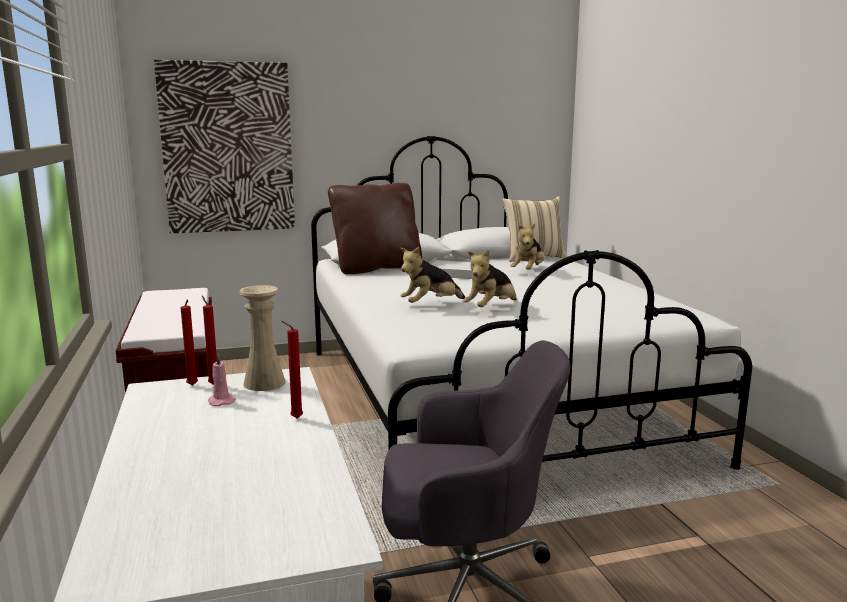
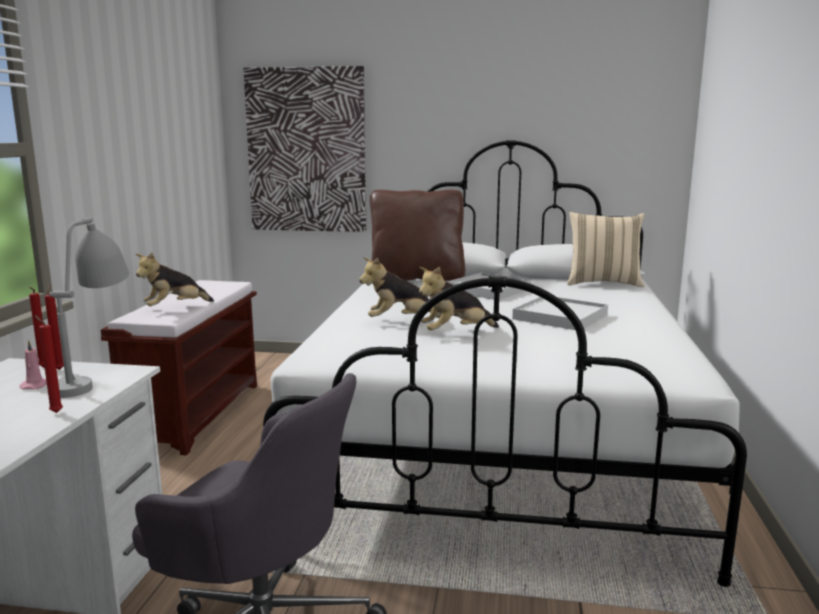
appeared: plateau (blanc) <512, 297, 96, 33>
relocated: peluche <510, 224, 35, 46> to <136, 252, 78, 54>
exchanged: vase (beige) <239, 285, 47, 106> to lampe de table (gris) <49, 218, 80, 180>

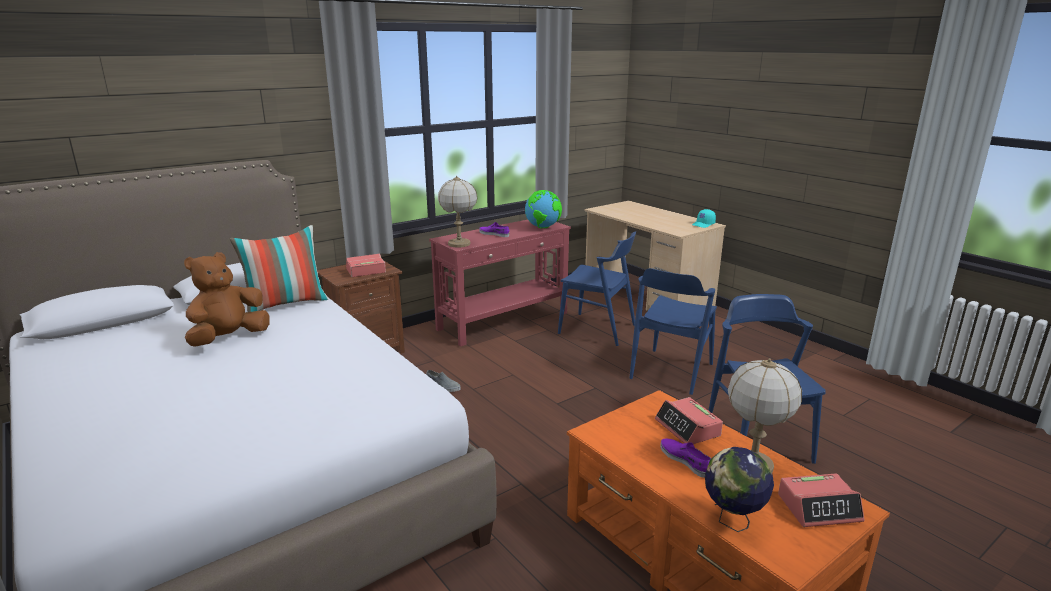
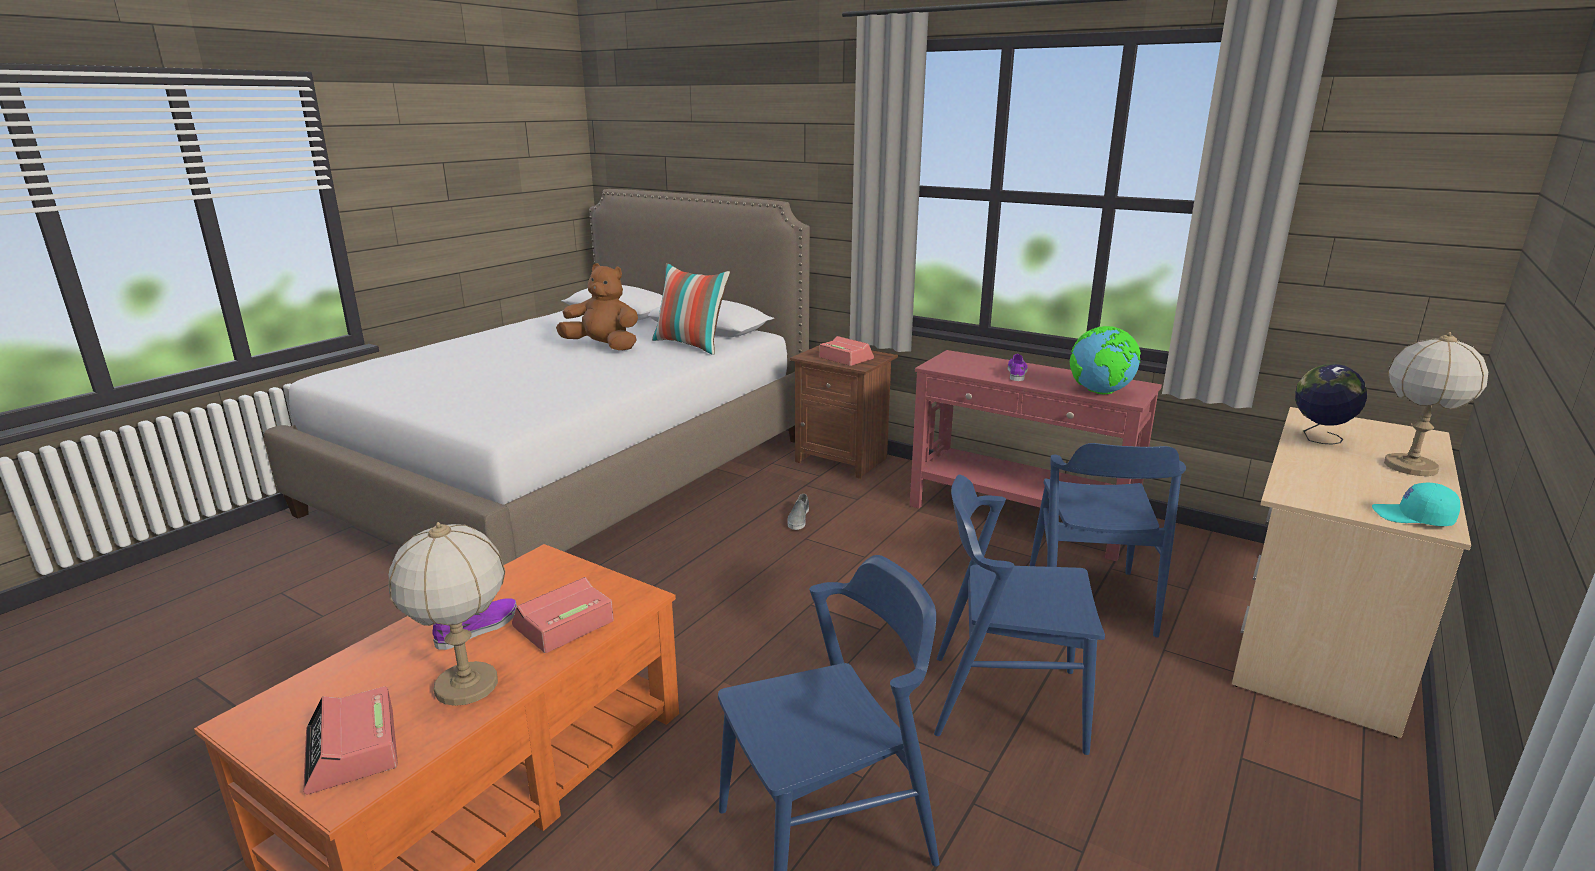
relocated: lampe de table <438, 176, 39, 72> to <1384, 332, 104, 144>; globe <705, 447, 69, 85> to <1295, 364, 72, 81>

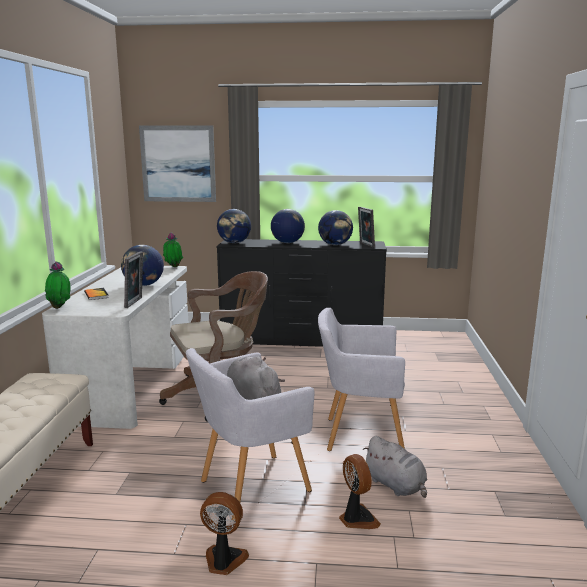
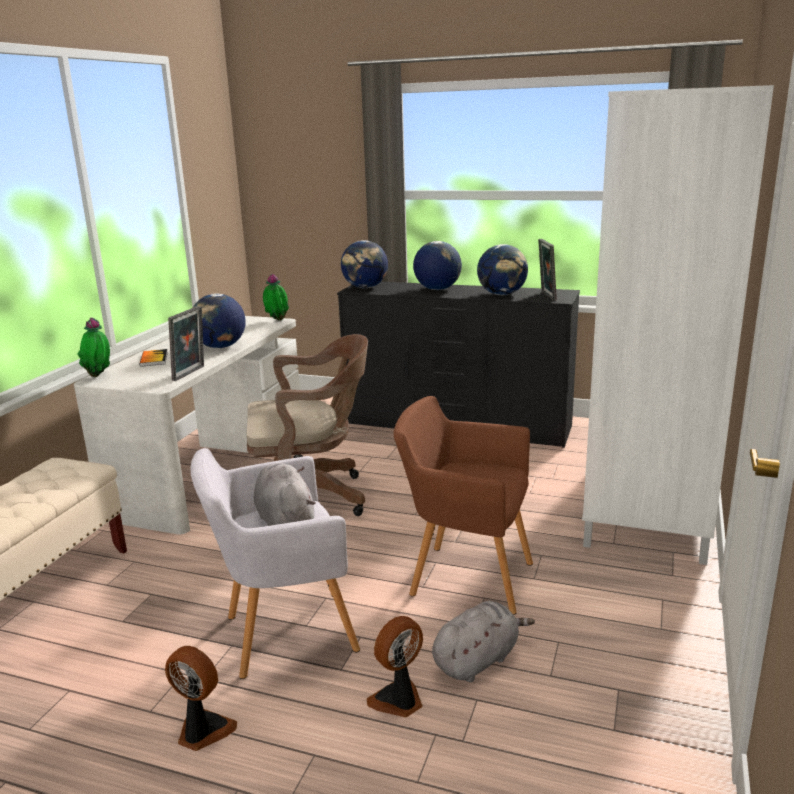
missing: tableau <139, 125, 77, 77>
appeared: armoire (blanc) <582, 85, 192, 480>
colour: fauteuil (gris) <318, 308, 87, 143> to fauteuil (marron) <393, 396, 140, 219>
spun: ventilateur <339, 454, 42, 75> = <366, 616, 57, 101> 120 degrees counterclockwise; peluche (gris) <362, 436, 65, 62> = <432, 601, 103, 81> 105 degrees counterclockwise

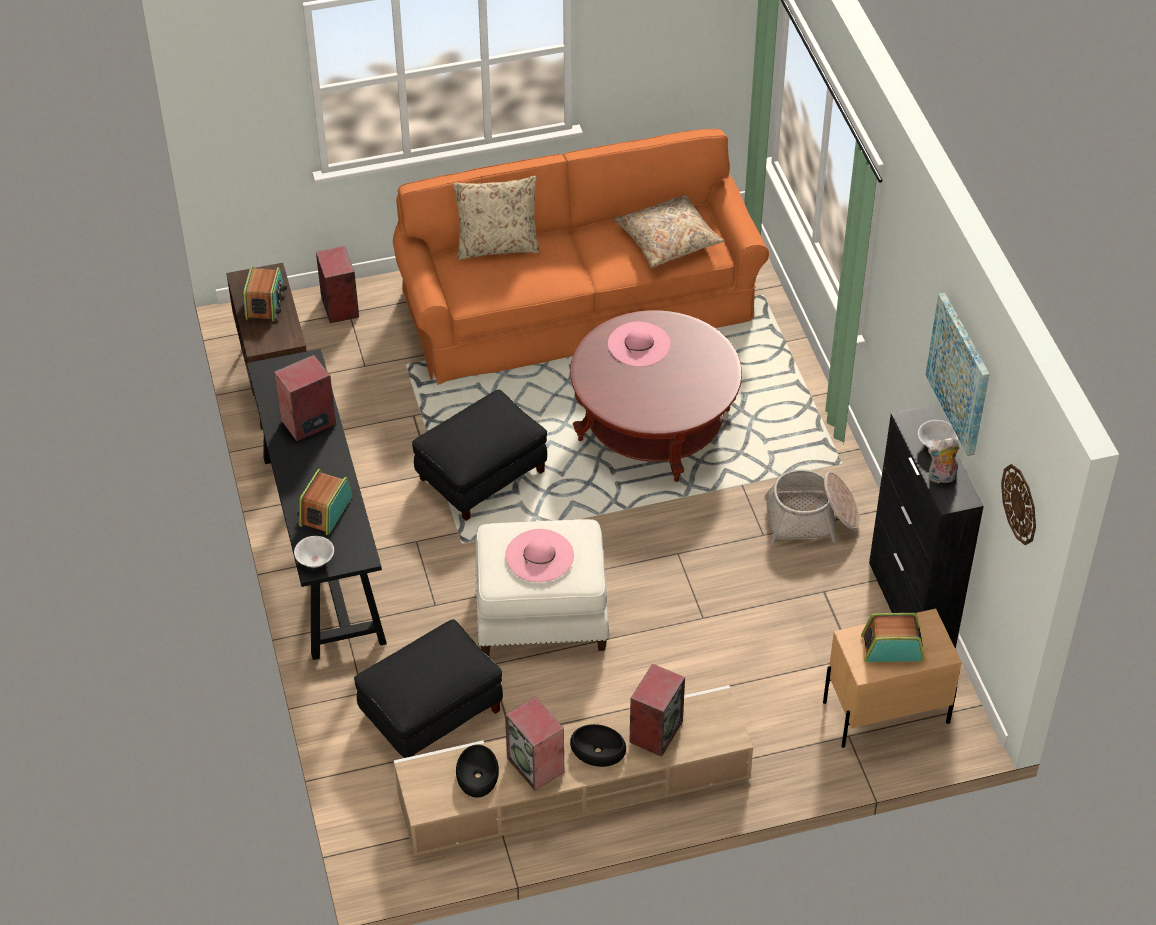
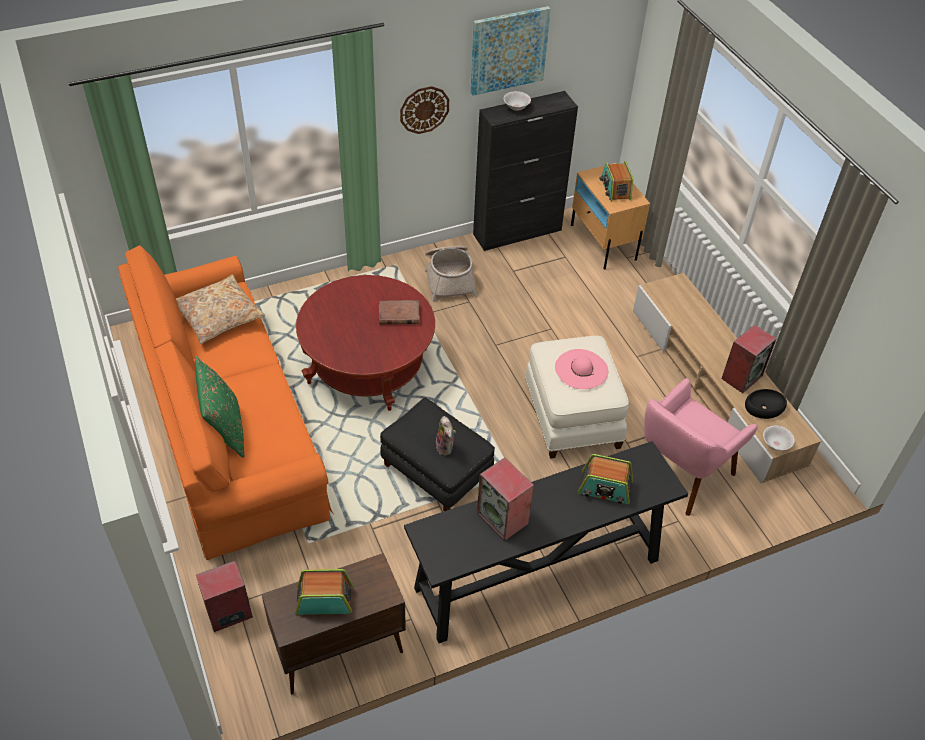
missing: bol (noir) <570, 724, 56, 43>; chapeau (rose) <608, 322, 63, 45>; enceinte <629, 663, 56, 94>
appeared: livre (marron) <379, 300, 41, 25>
relocated: bol (blanc) <294, 536, 40, 32> to <763, 426, 32, 25>; peluche <928, 438, 32, 46> to <436, 416, 20, 39>; horloge murale <1001, 464, 35, 81> to <400, 86, 49, 48>
exchanged: pouf (noir) <354, 619, 149, 139> to fauteuil (rose) <644, 378, 114, 138>
colour: coussin (beige) <453, 176, 87, 84> to coussin (vert) <195, 356, 49, 102>

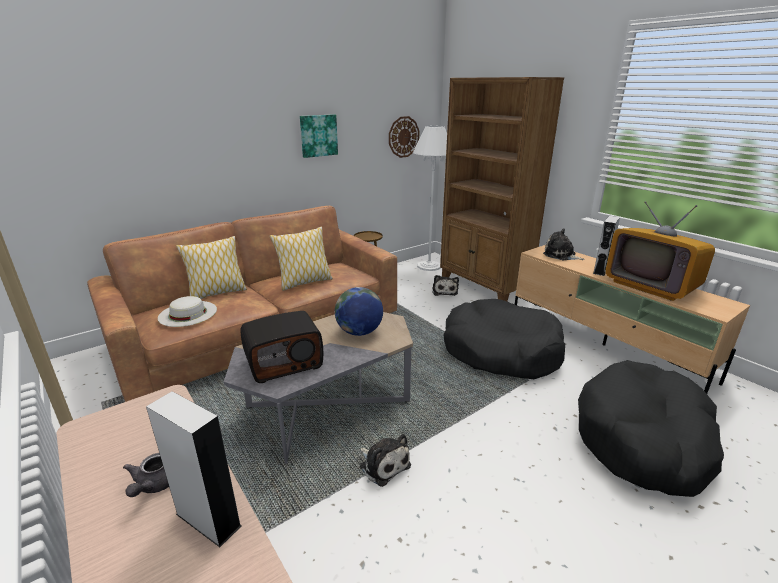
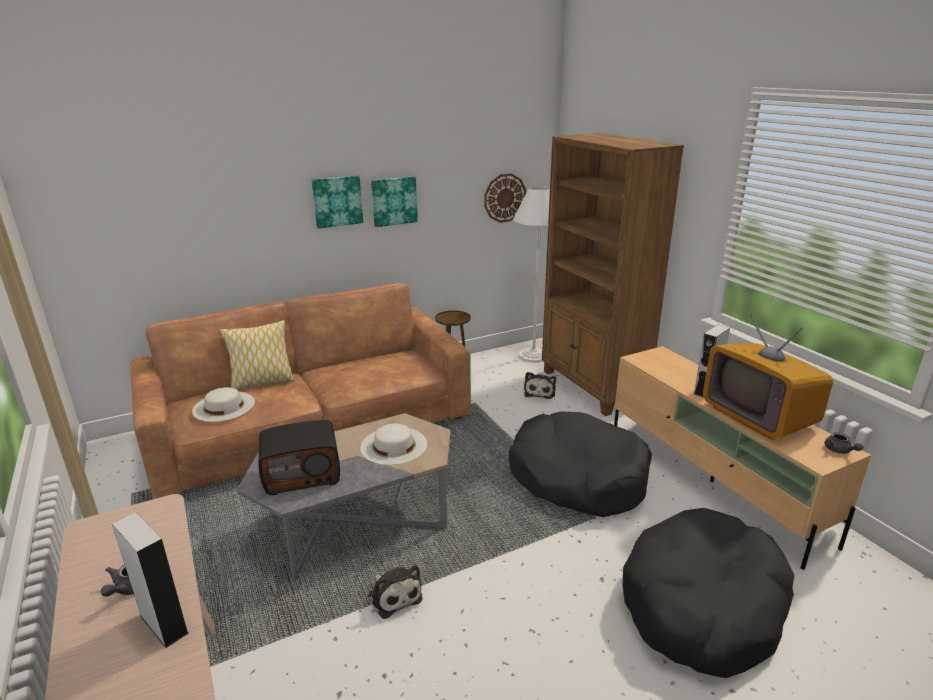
missing: coussin <270, 227, 63, 64>; peluche <543, 228, 42, 32>
appeared: tableau <311, 175, 52, 54>; théière (gris) <824, 432, 39, 22>
exchanged: globe <335, 287, 48, 49> to chapeau (blanc) <360, 423, 67, 42>

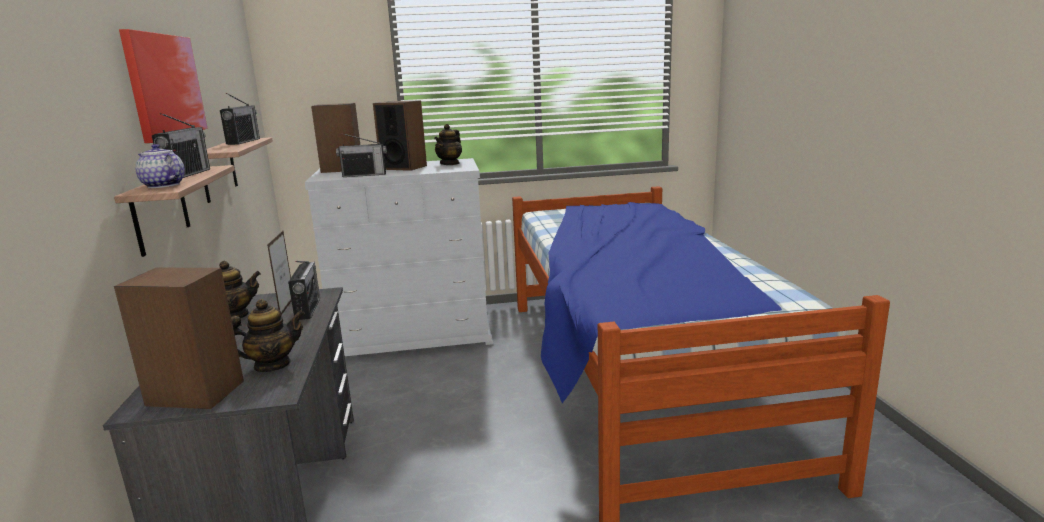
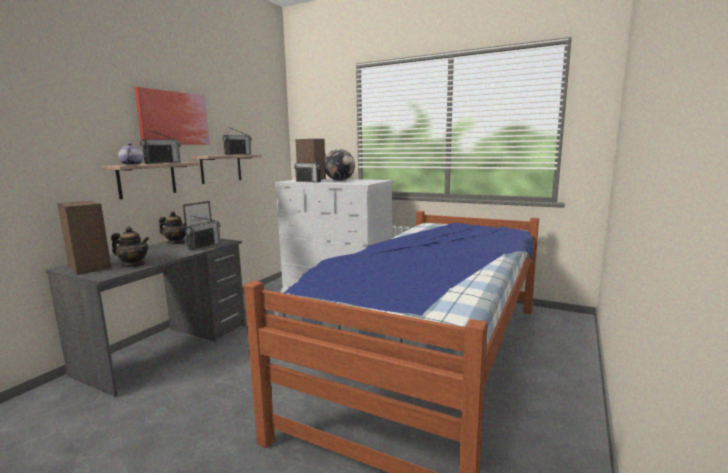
missing: théière <434, 124, 28, 41>
exchanged: enceinte <373, 100, 54, 71> to globe <324, 149, 31, 32>

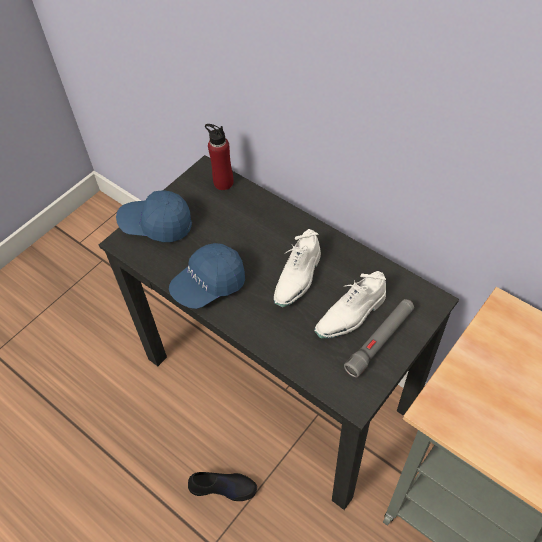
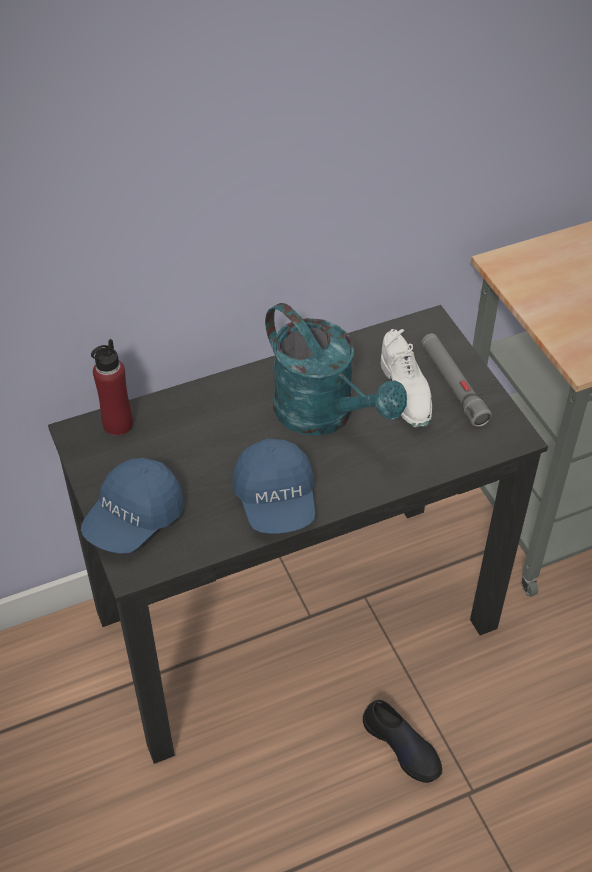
exchanged: chaussure (blanc) <274, 229, 47, 78> to arrosoir (turquoise) <265, 303, 142, 133>
spun: chaussure (noir) <188, 472, 69, 29> = <363, 700, 79, 83> 105 degrees clockwise

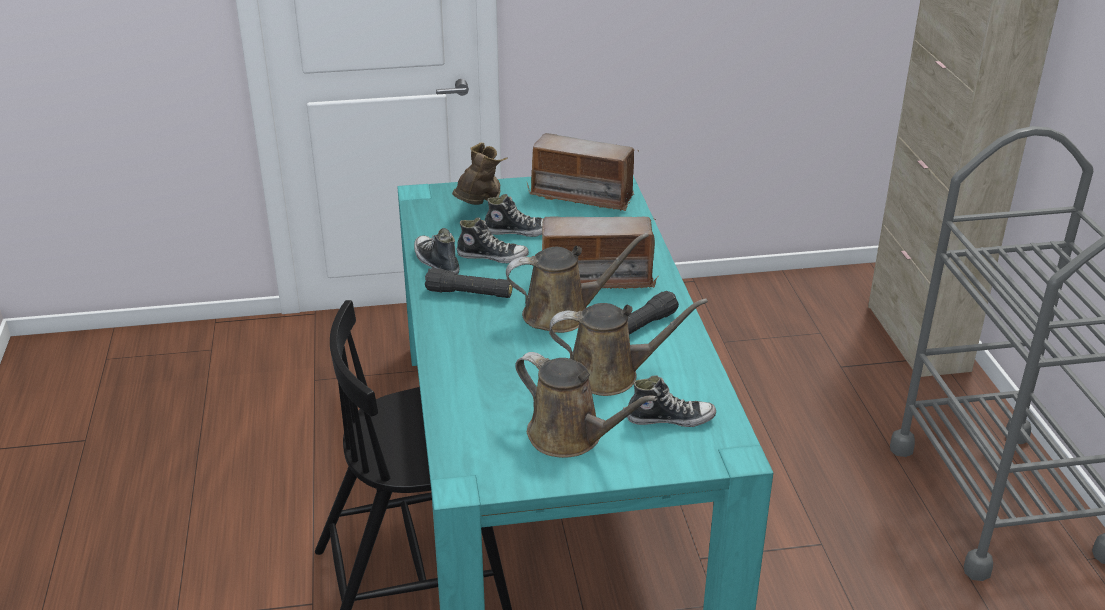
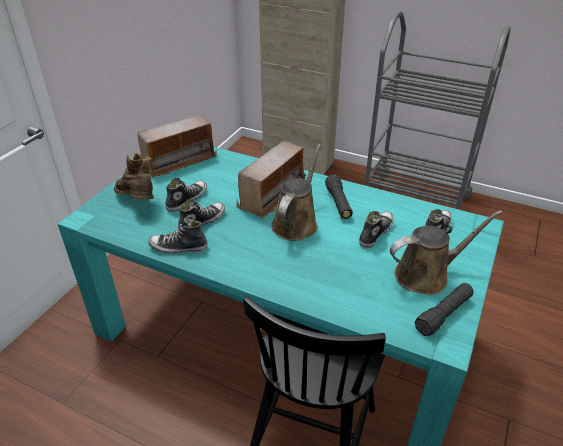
relocated: lampe de poche (noir) <425, 268, 88, 30> to <415, 283, 59, 53>
exchanged: arrosoir (marron) <549, 298, 159, 98> to chaussure <359, 211, 35, 37>

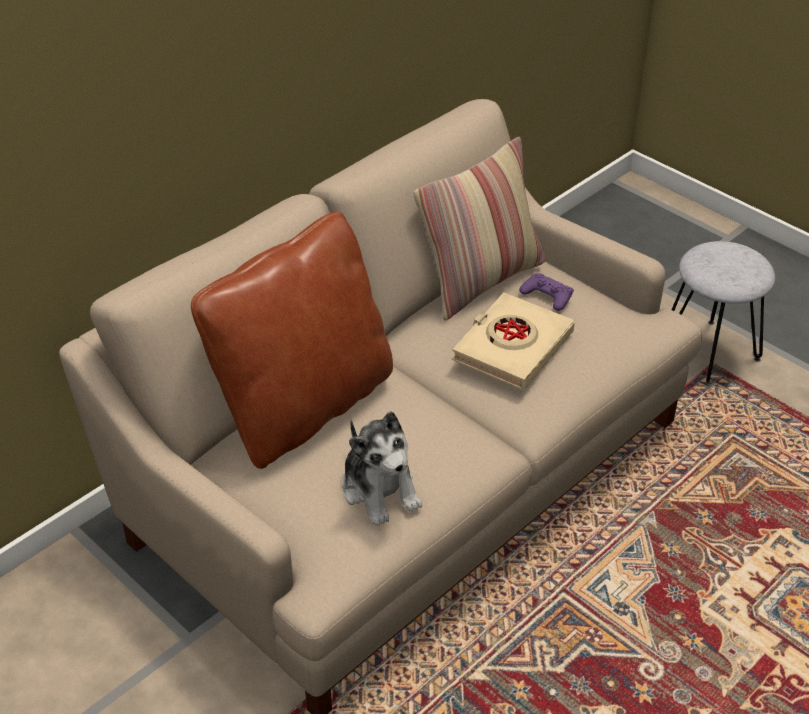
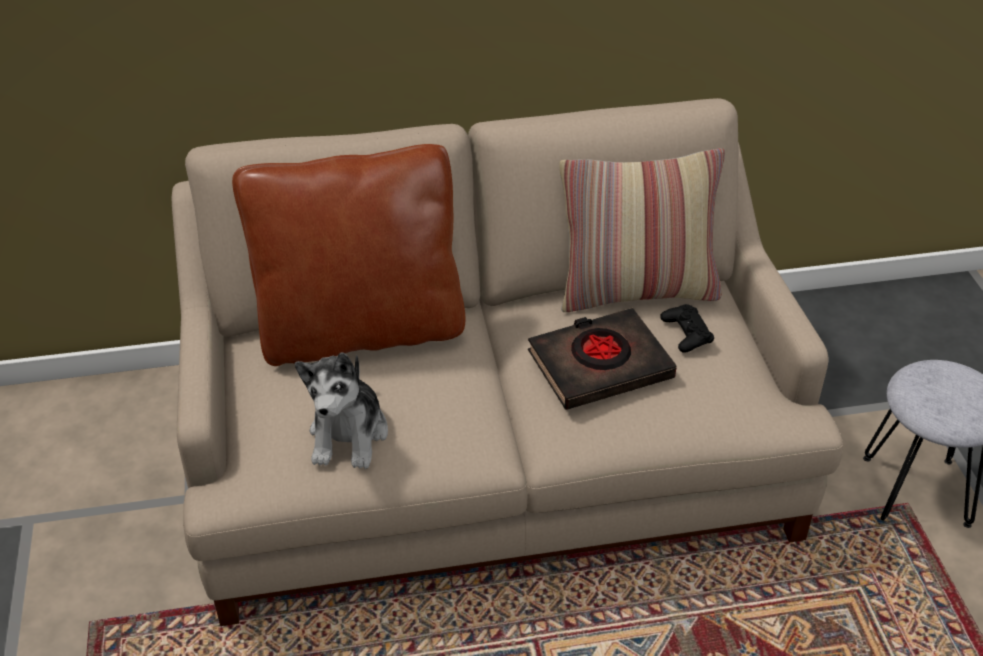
colour: livre (beige) <452, 292, 123, 98> to livre (noir) <528, 308, 149, 102>; manette (violet) <519, 273, 55, 38> to manette (noir) <660, 304, 54, 49>

